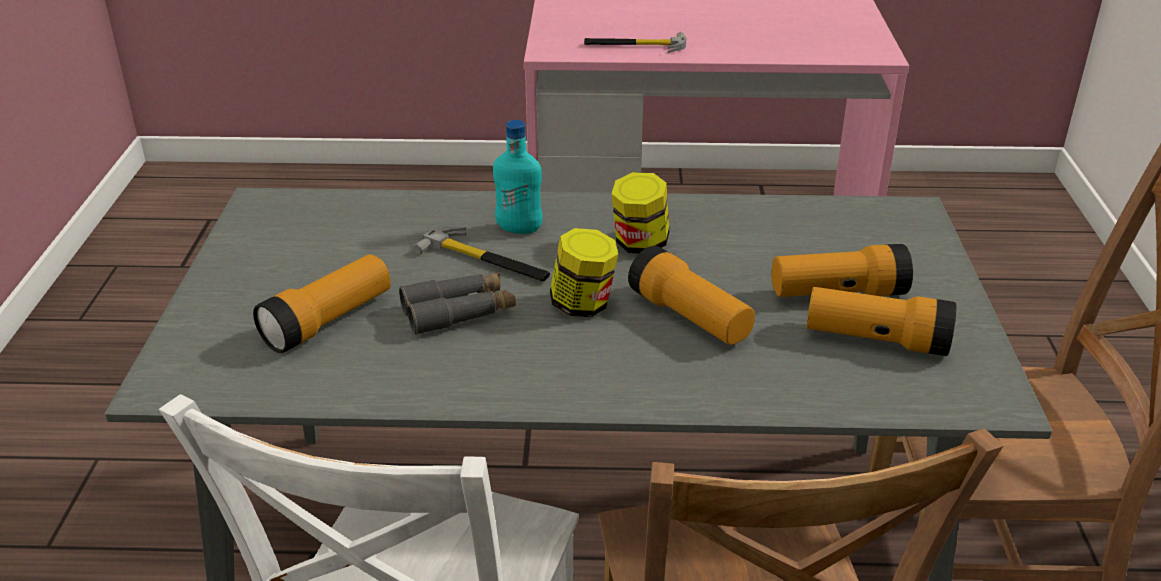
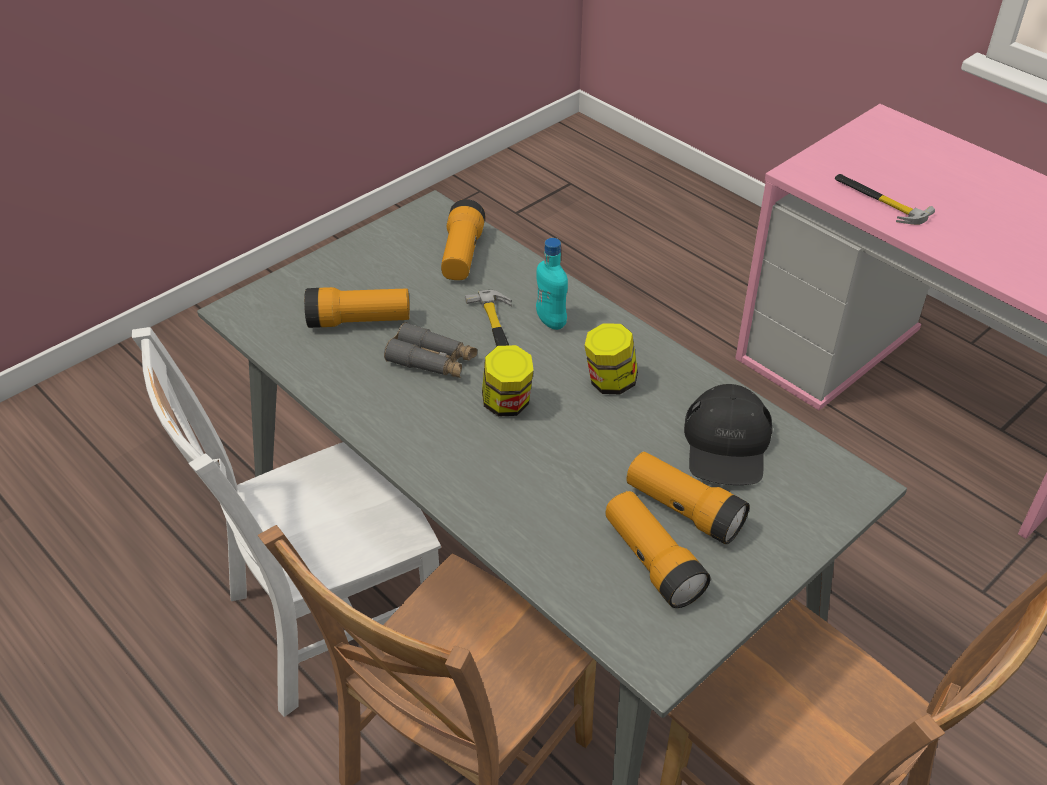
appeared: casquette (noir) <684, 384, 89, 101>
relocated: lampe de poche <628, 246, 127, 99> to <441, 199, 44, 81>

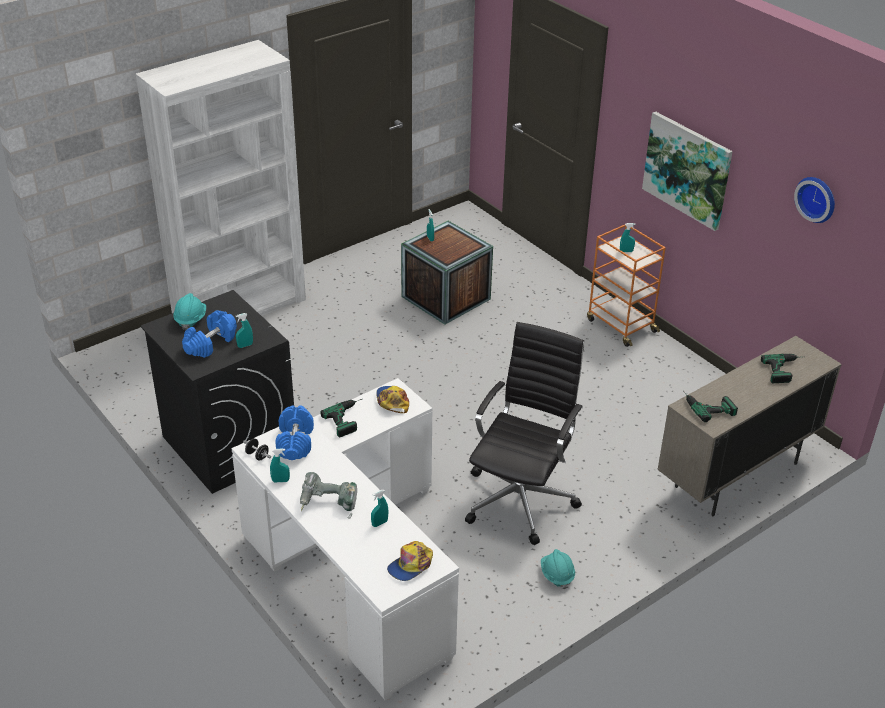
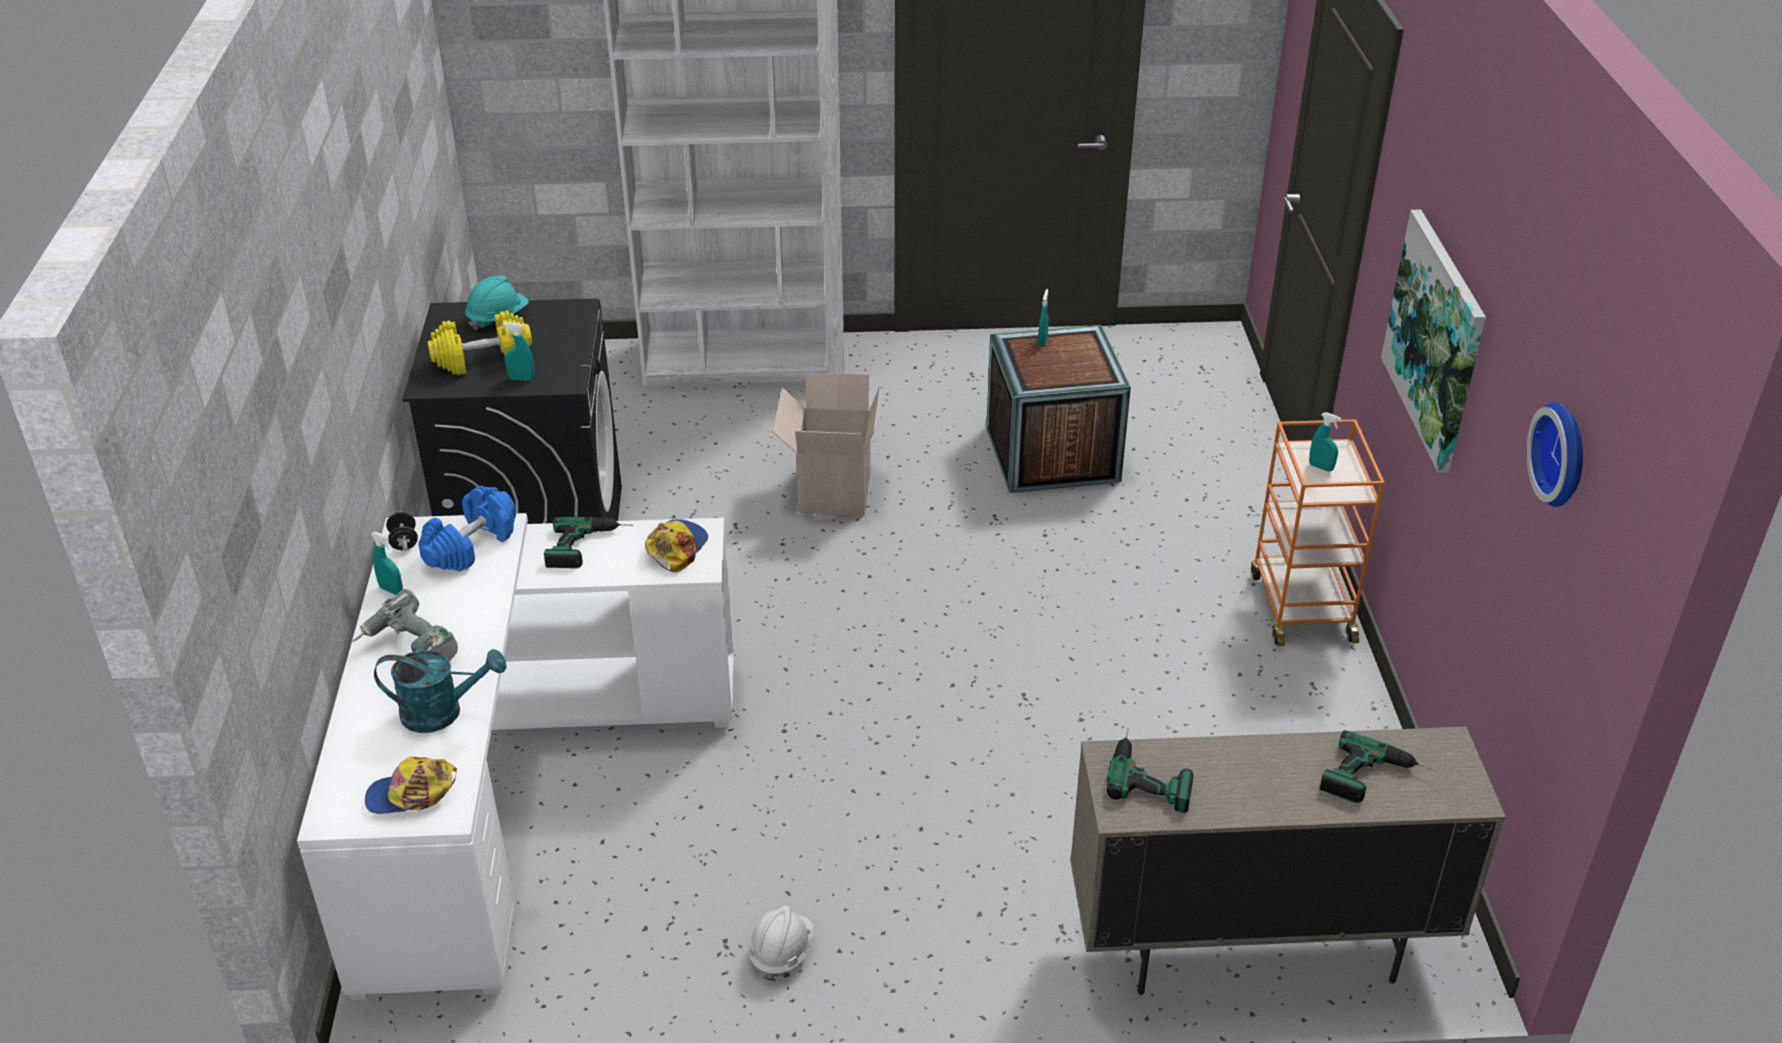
missing: chaise de bureau (noir) <465, 322, 119, 223>
appeared: carton <773, 372, 108, 144>
exchanged: vaporisateur (turquoise) <371, 490, 17, 37> to arrosoir (turquoise) <374, 649, 133, 84>
colour: haltère (bleu) <182, 310, 55, 48> to haltère (jaune) <428, 310, 104, 65>; casque de chantier (turquoise) <541, 549, 34, 40> to casque de chantier (blanc) <748, 906, 66, 75>

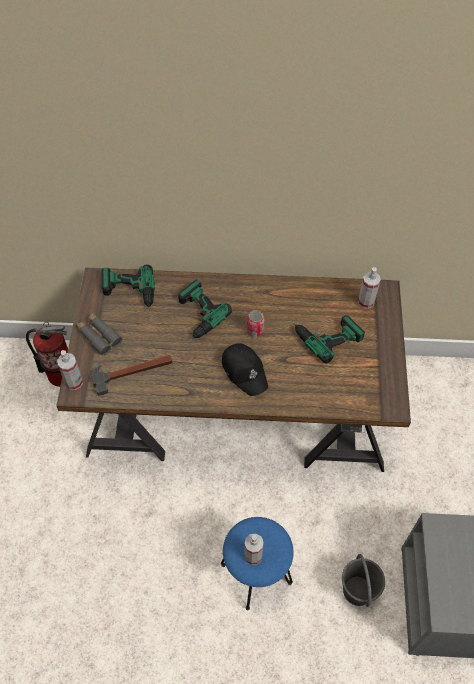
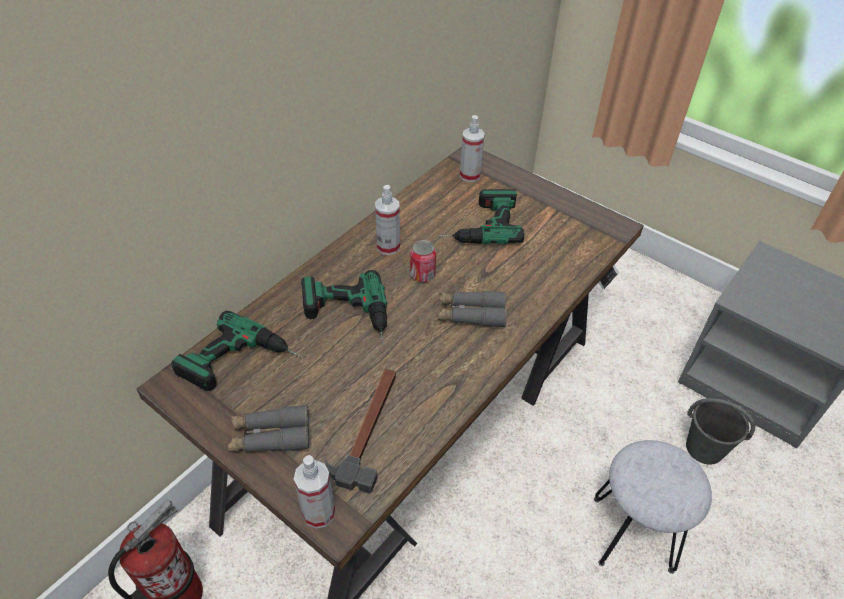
relocated: vaporisateur <244, 534, 20, 31> to <375, 185, 25, 70>
exchanged: casquette (noir) <222, 343, 46, 53> to jumelles (gris) <438, 291, 69, 36>
colour: tabouret (bleu) <221, 517, 72, 93> to tabouret (gris) <594, 440, 118, 134>

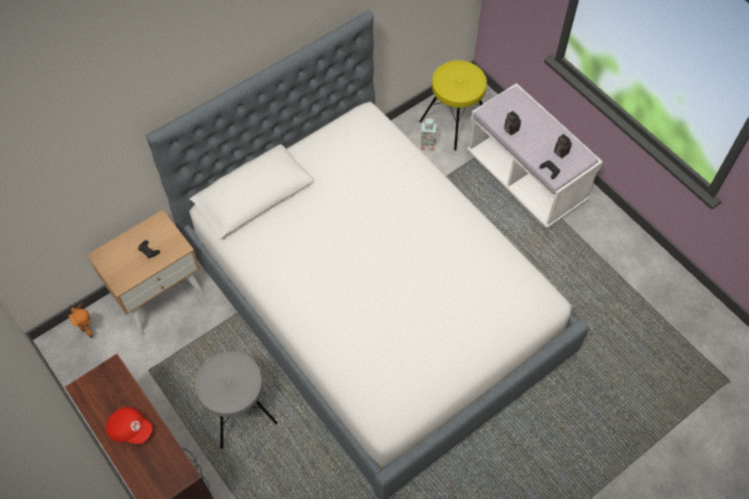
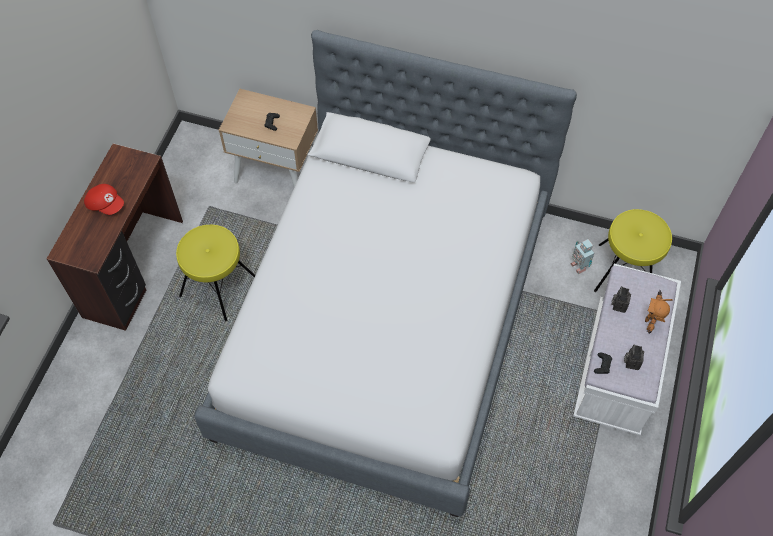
relocated: robot jouet <68, 303, 25, 35> to <645, 290, 28, 43>
colour: tabouret (gris) <195, 352, 83, 97> to tabouret (jaune) <176, 224, 79, 97>
spun: casquette (rouge) <106, 407, 46, 37> = <84, 184, 40, 31> 45 degrees counterclockwise

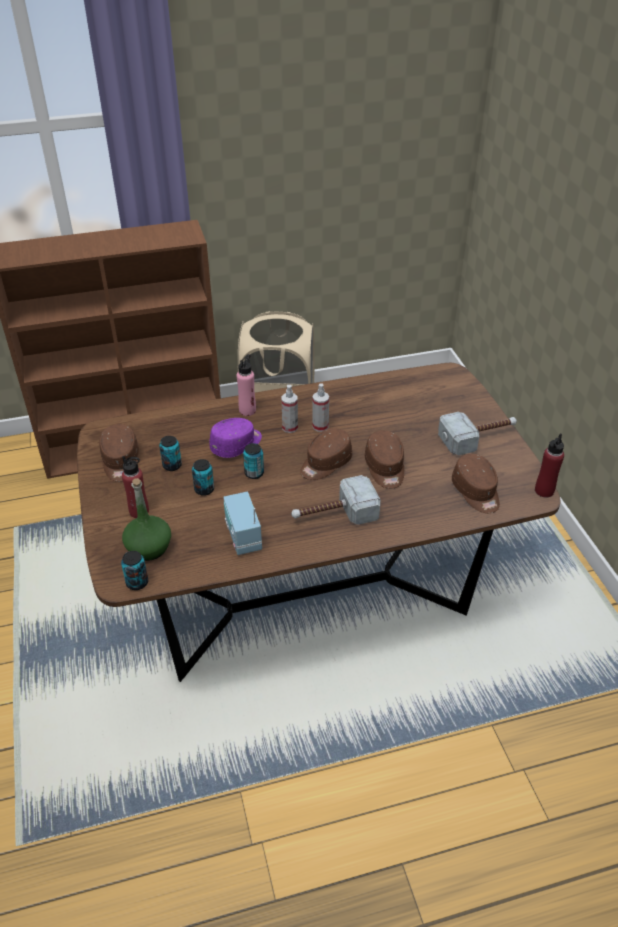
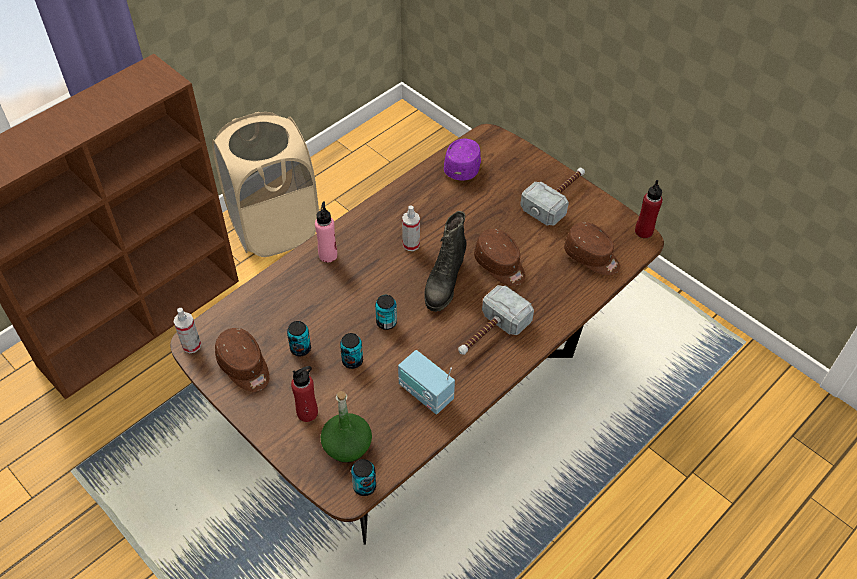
relocated: casquette (violet) <209, 418, 53, 40> to <444, 139, 37, 41>; vaporisateur <281, 385, 17, 48> to <173, 308, 28, 45>
exchanged: casquette (marron) <300, 428, 52, 52> to botte (noir) <424, 211, 42, 101>

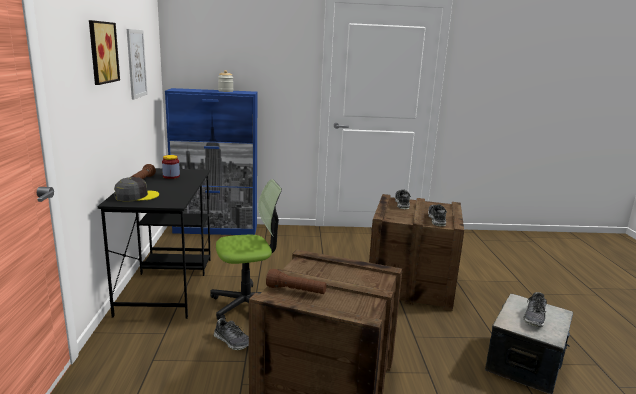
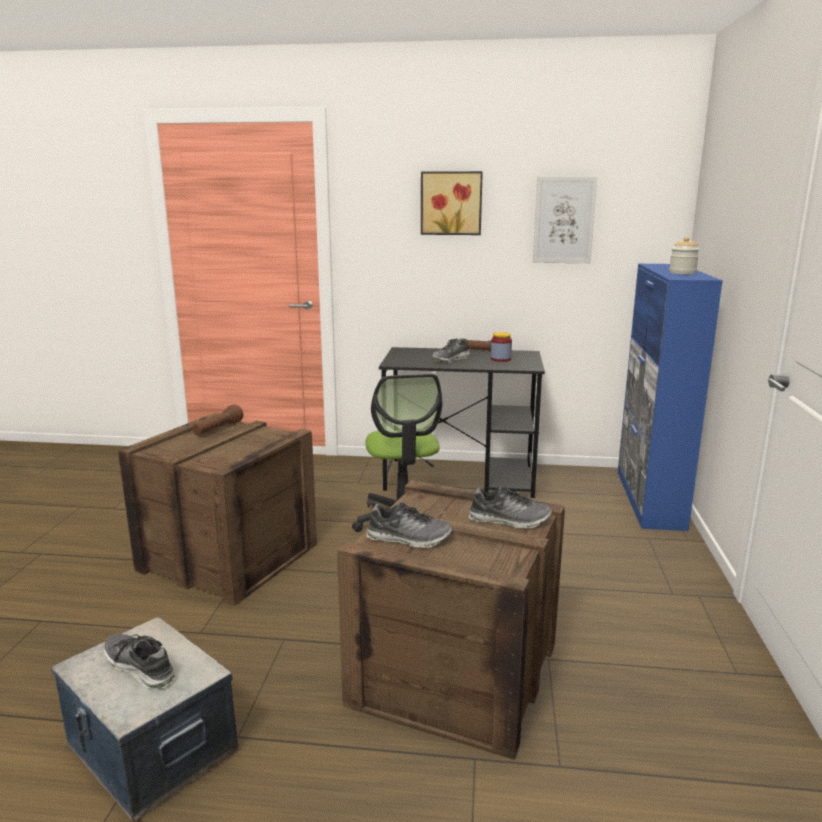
missing: casquette (gris) <114, 177, 45, 24>
relocated: chaussure <214, 318, 35, 32> to <432, 338, 38, 25>

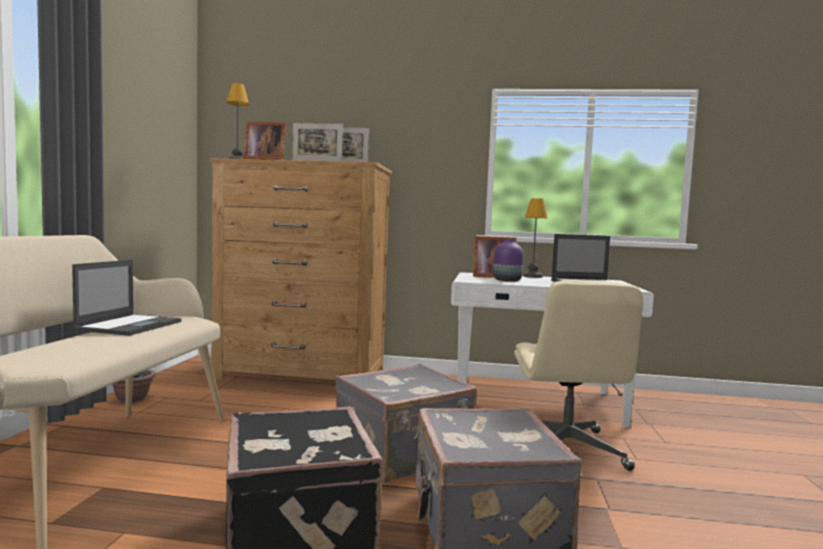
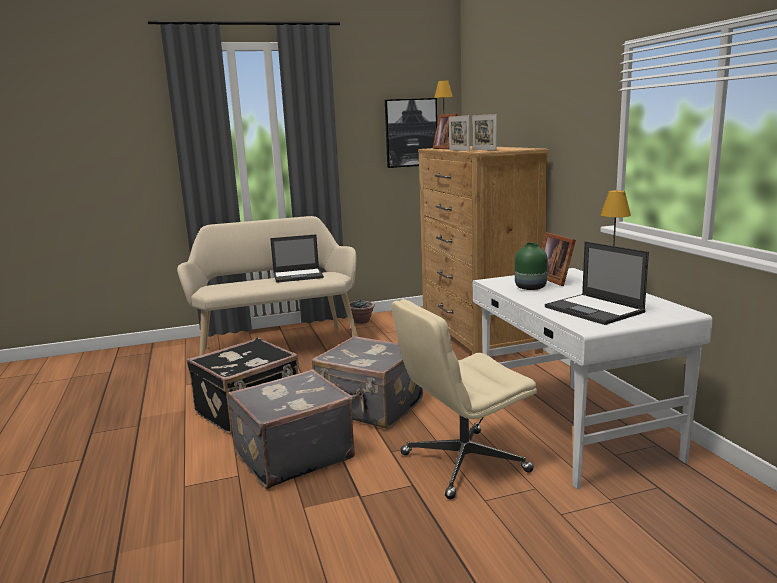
appeared: tableau <385, 98, 52, 70>
colour: vase (violet) <493, 239, 31, 43> to vase (vert) <515, 243, 33, 47>

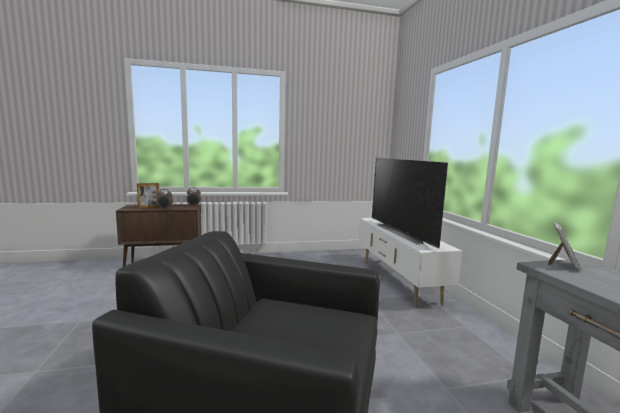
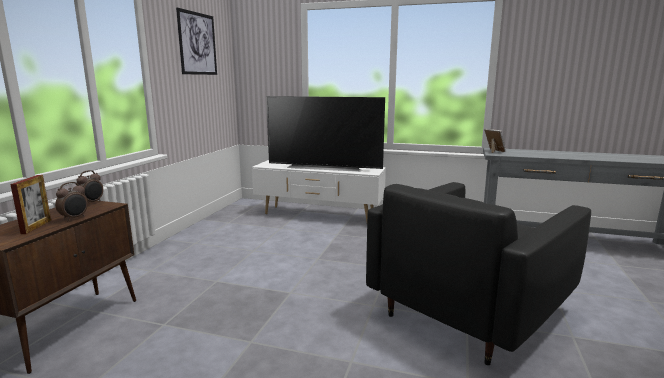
appeared: tableau <176, 7, 41, 68>

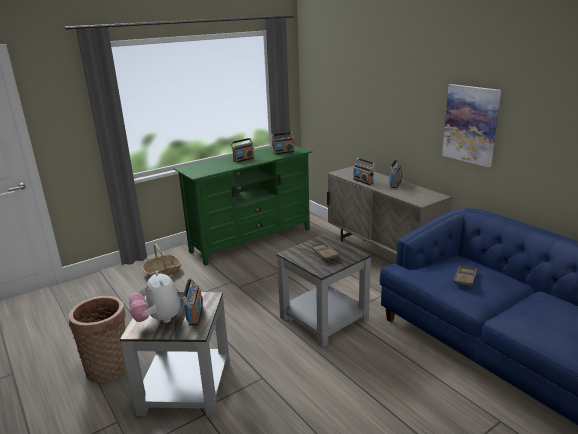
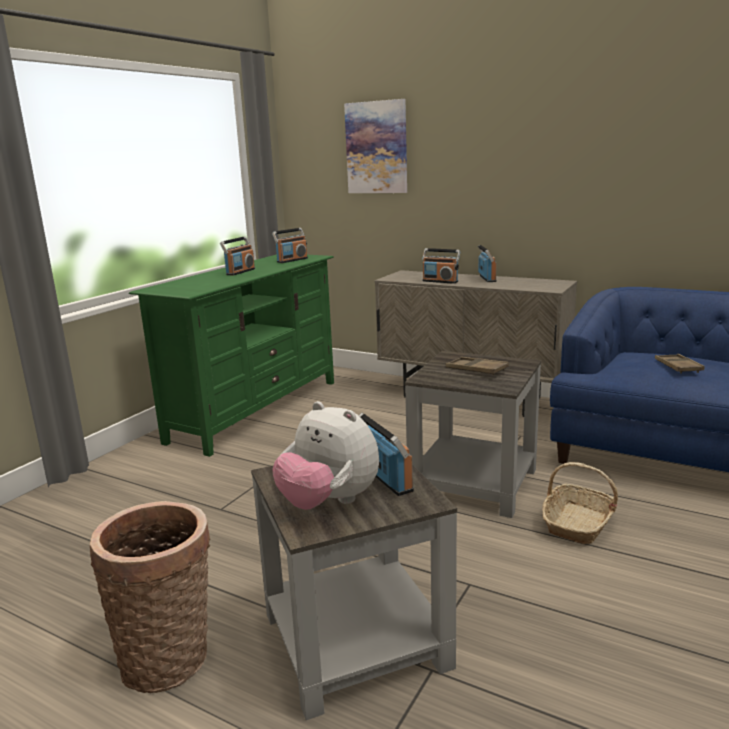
relocated: panier <141, 244, 41, 34> to <542, 462, 76, 82>; tableau <442, 84, 59, 83> to <344, 99, 63, 94>

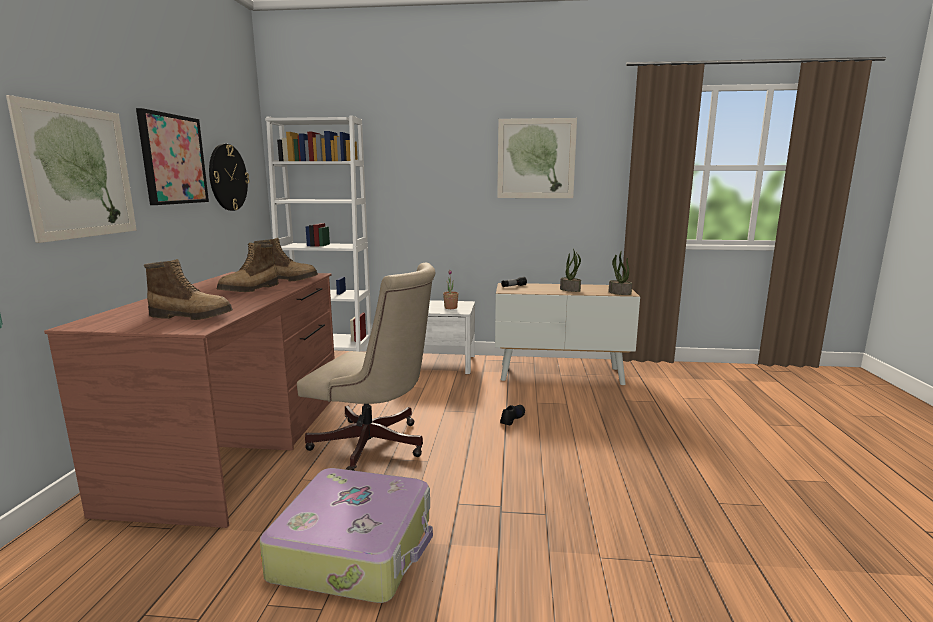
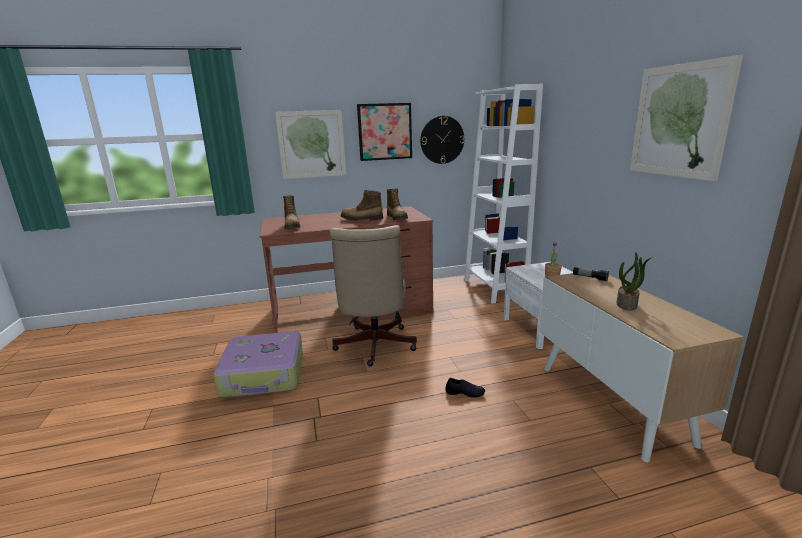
missing: plante en pot <608, 251, 24, 44>

